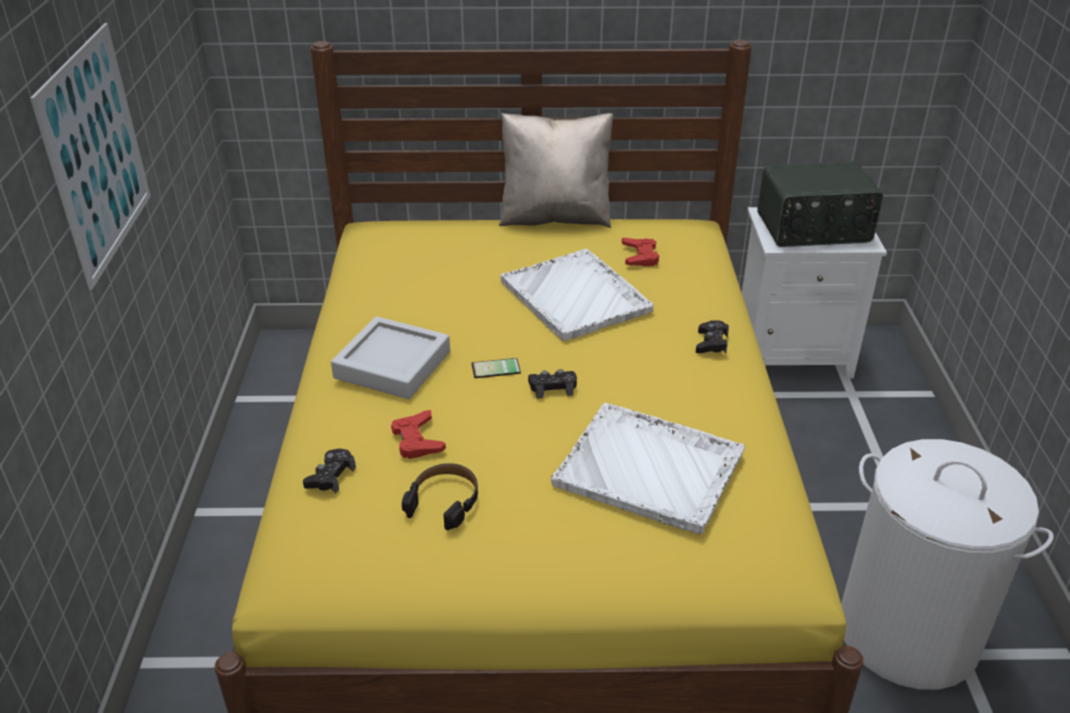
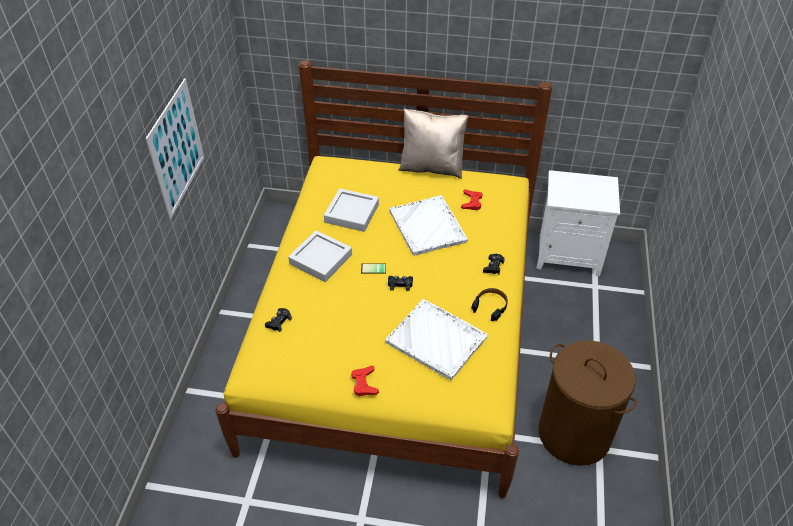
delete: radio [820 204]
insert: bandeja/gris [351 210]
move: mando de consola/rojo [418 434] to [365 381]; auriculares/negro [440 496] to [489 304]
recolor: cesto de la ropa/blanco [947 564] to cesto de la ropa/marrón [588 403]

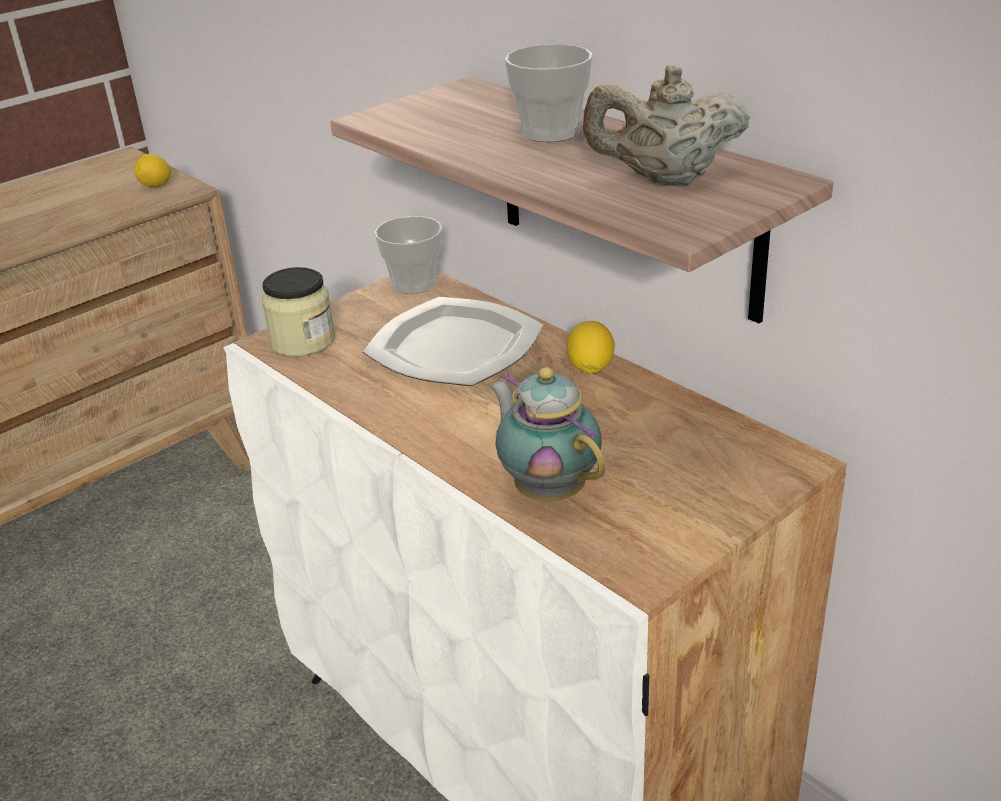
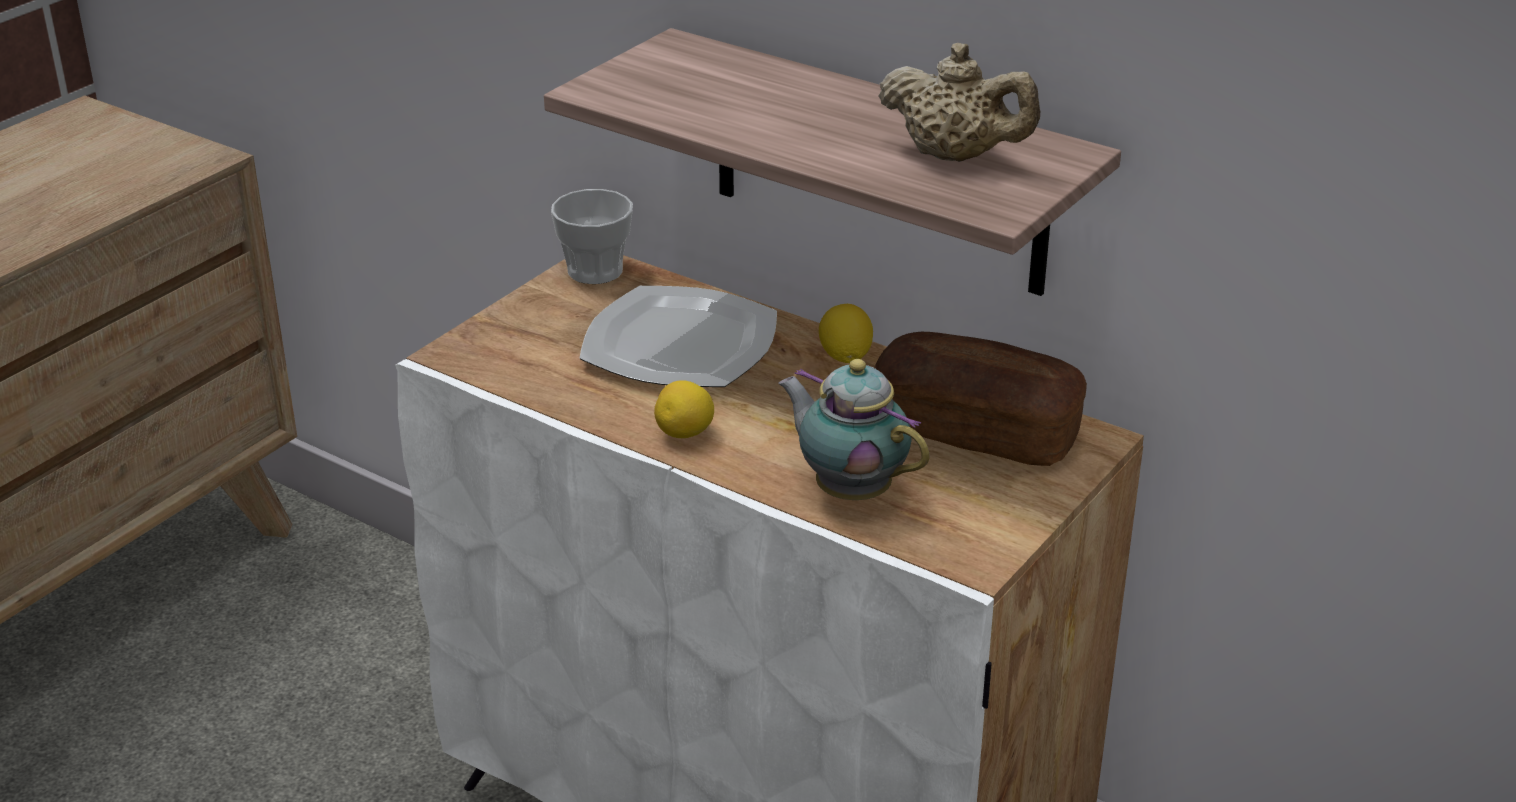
delete: tarro [298 312]; taza [549 93]
insert: pan [980 399]
move: limón [152 170] to [684 409]
rotate: tetera/beis [666 125] = [959 102] 135 degrees counterclockwise

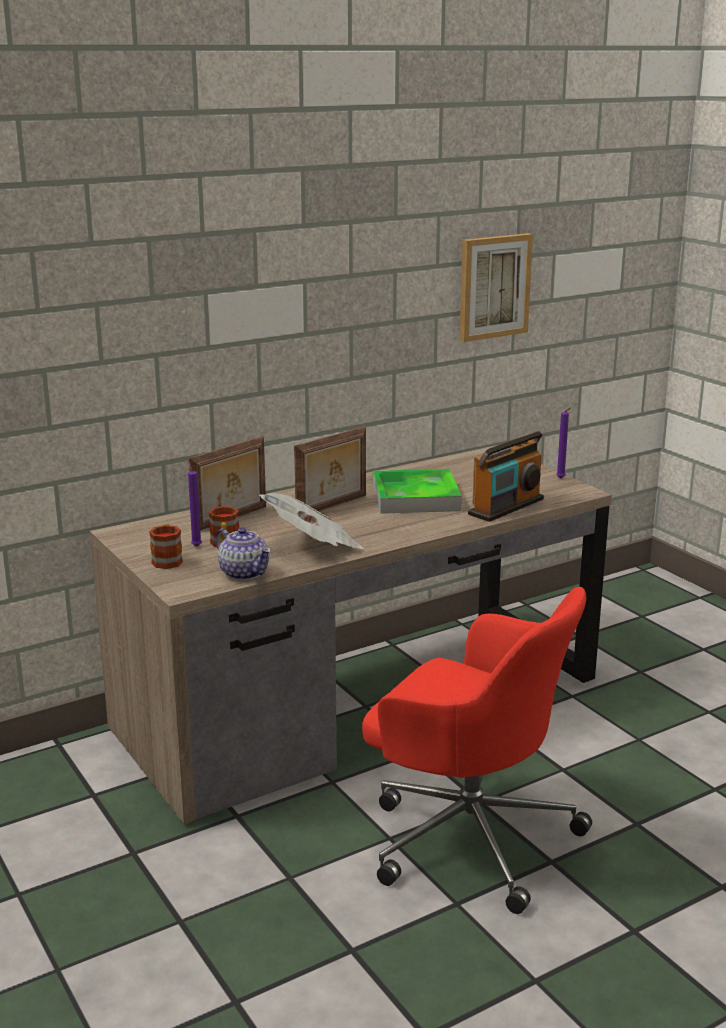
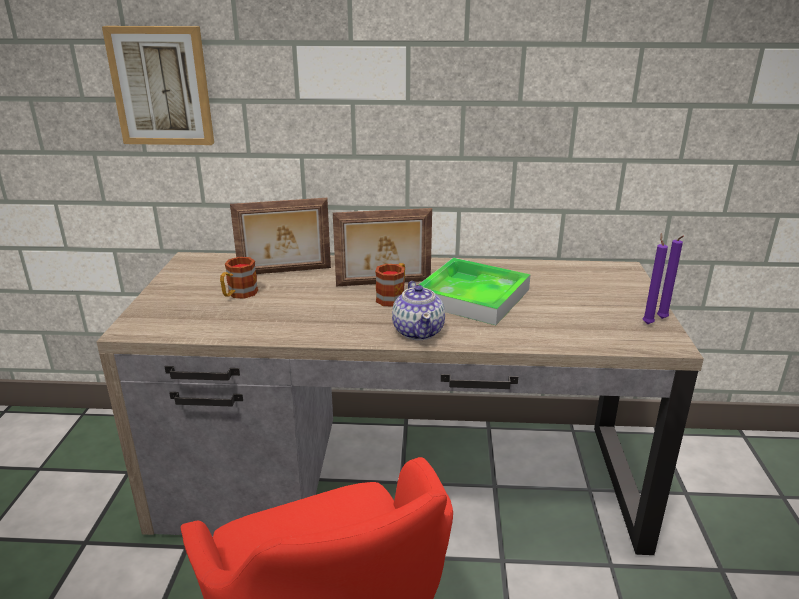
delete: periódico [311 521]; radio [506 476]
move: taza grande [166 546] to [390 285]; vela/morado [195 504] to [655 278]; tetera [243 554] to [418 310]; cuadro [496 287] to [158 85]

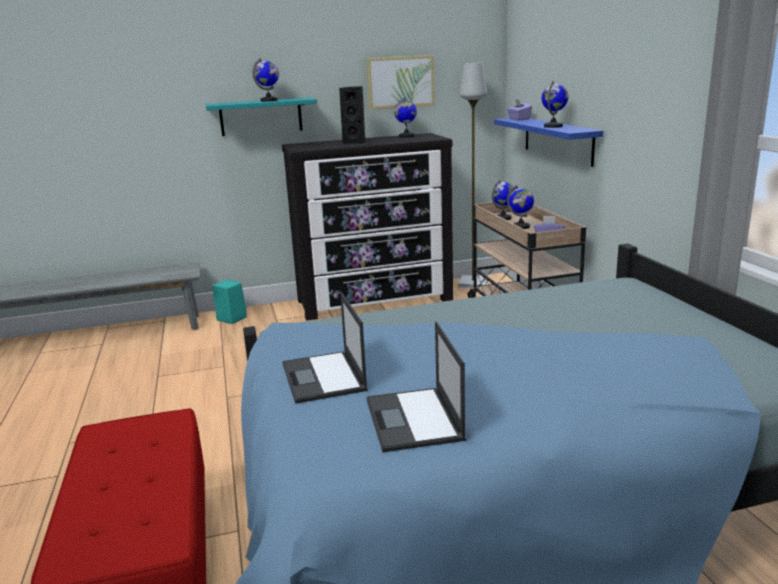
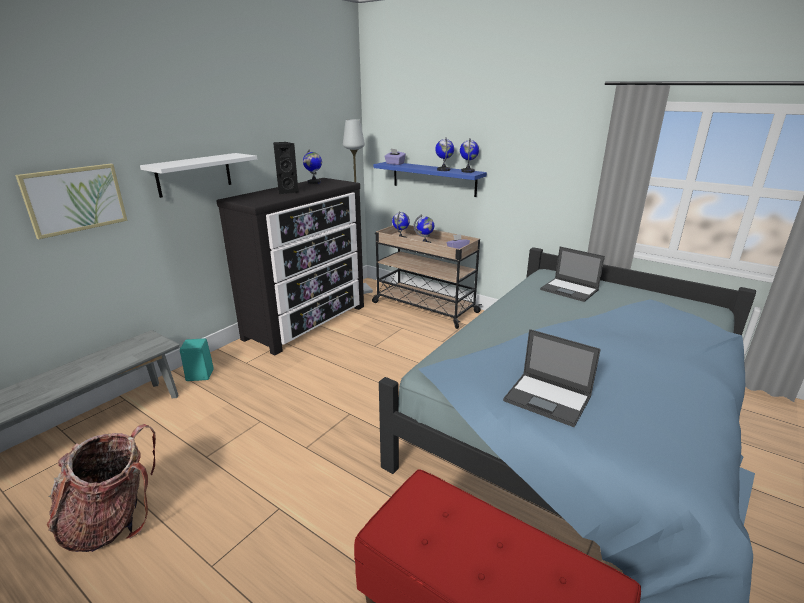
insert: mochila [101 488]
move: globo terráqueo [265 80] to [469 155]; portátil [416 386] to [572 274]; cuadro [400 82] to [71 201]
recolor: estante/turquesa [261 117] to estante/blanco [198 175]

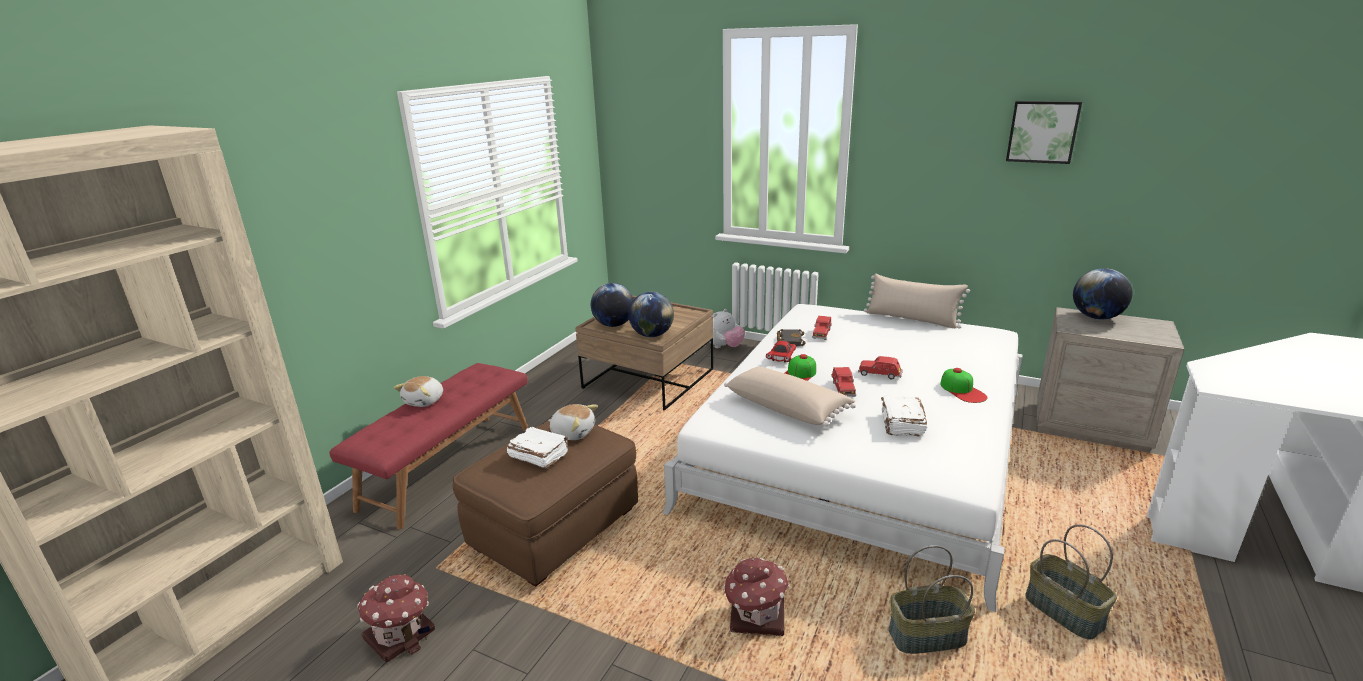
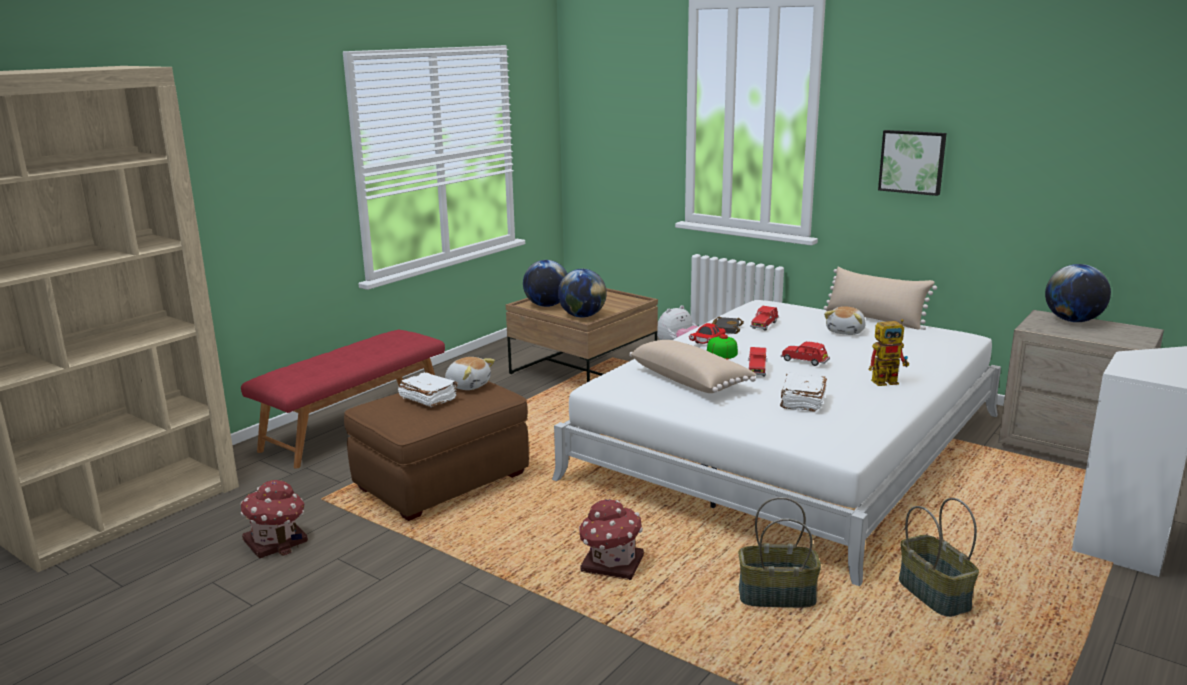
move: peluche [418 391] to [845 320]; cuadro [1044 132] to [912 163]
replace: gorra [963 385] to robot de juguete [889 352]

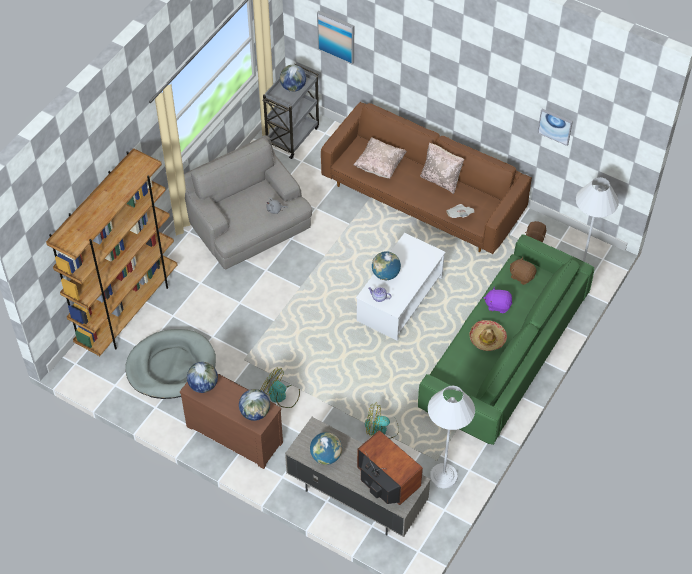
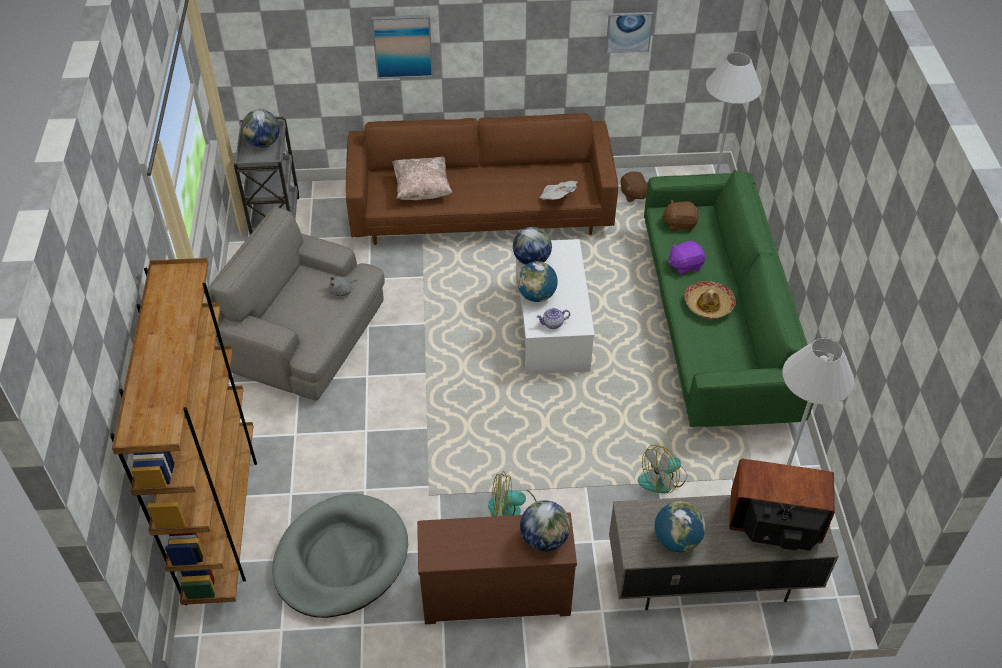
delete: cojín/beis [442 168]
move: globo terráqueo [202 377] to [532 246]; cuadro [335 38] to [402 47]

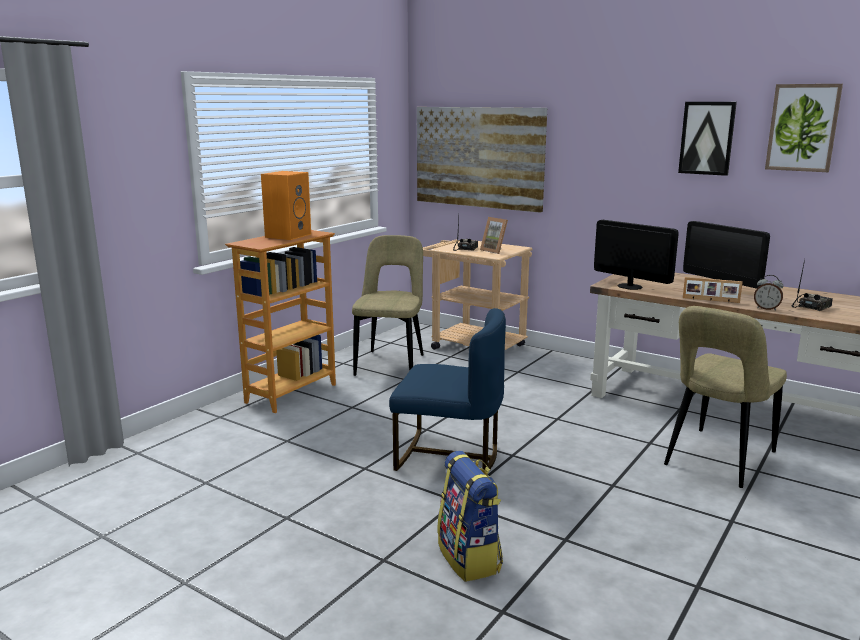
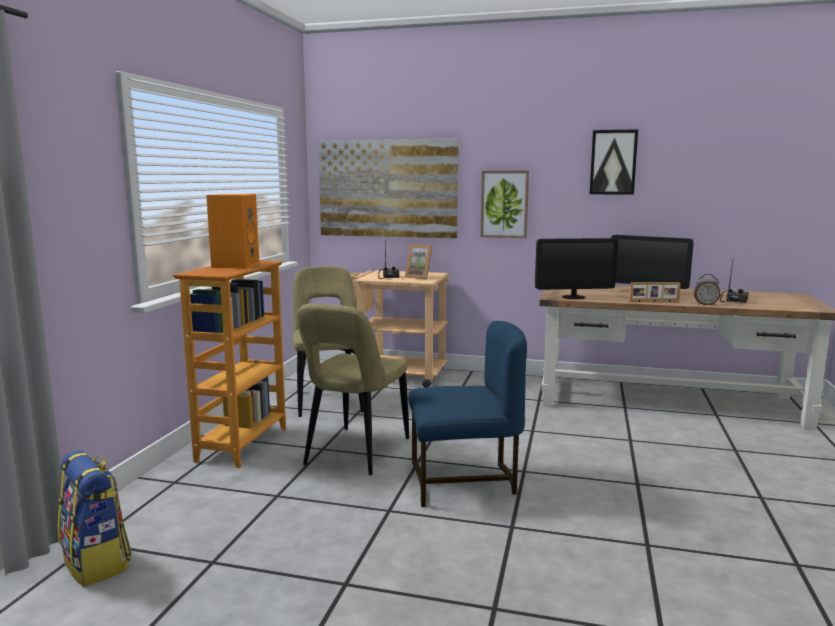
move: mochila [470 516] to [95 519]; silla/beis [725 397] to [352 389]; cuadro [804 128] to [505 204]
rotate: monitor [636 255] = [576 268] 150 degrees clockwise

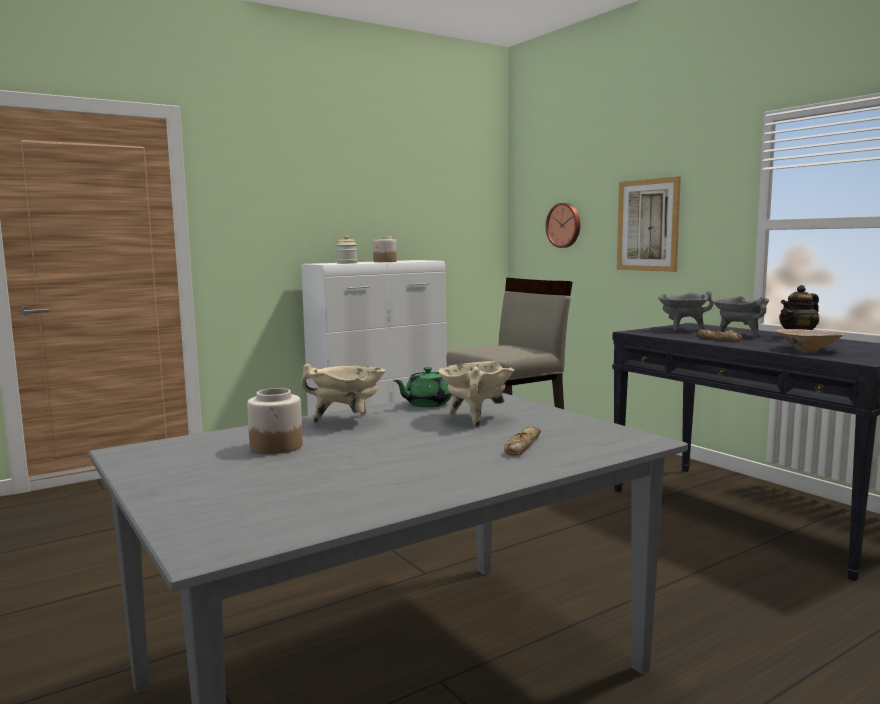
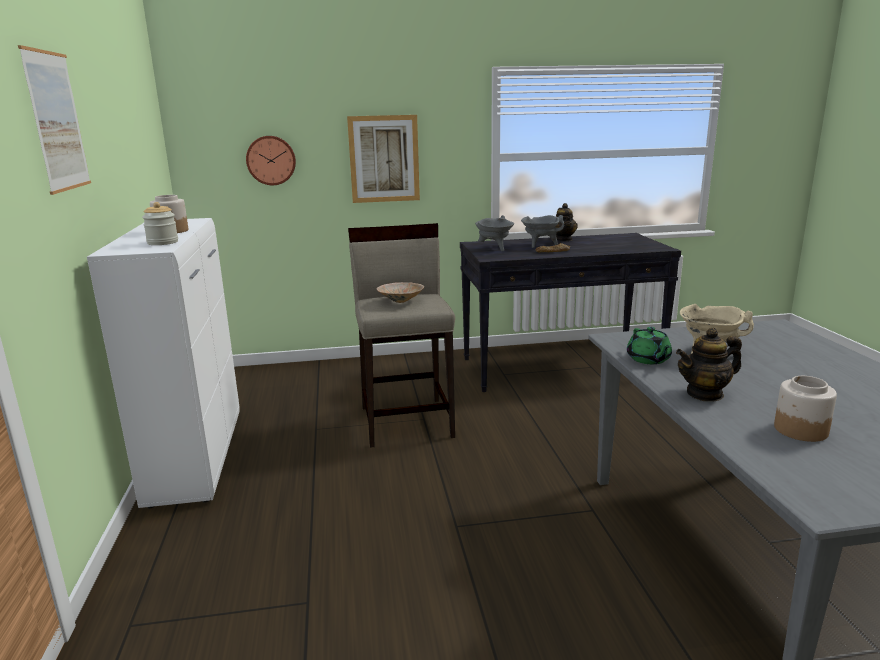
delete: pan [522 441]
insert: cuadro [54 120]
move: cuenco/beis [809 340] to [400 292]
replace: olla/beis [343 393] to tetera [709 364]

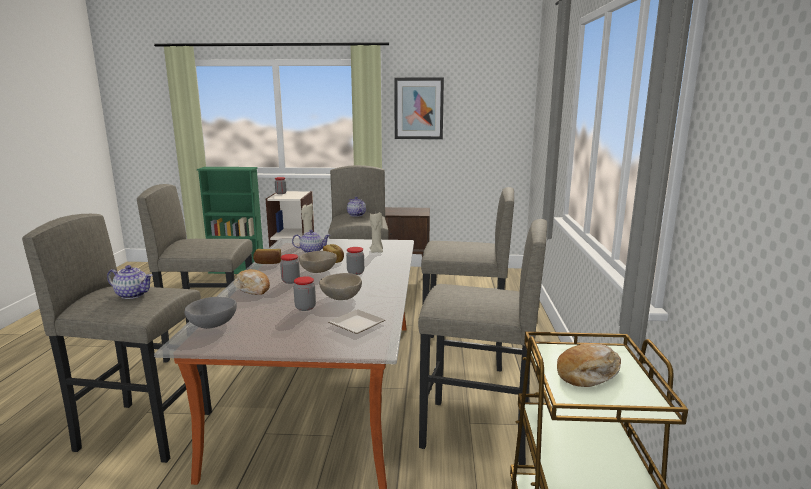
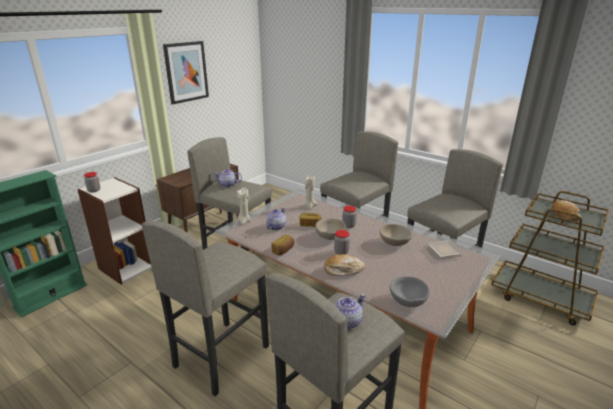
delete: tarro [304 293]

